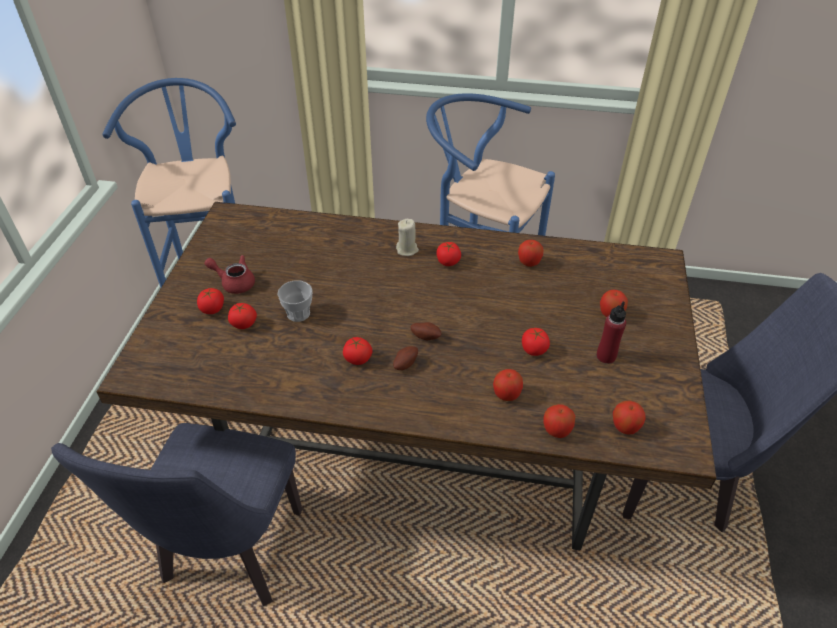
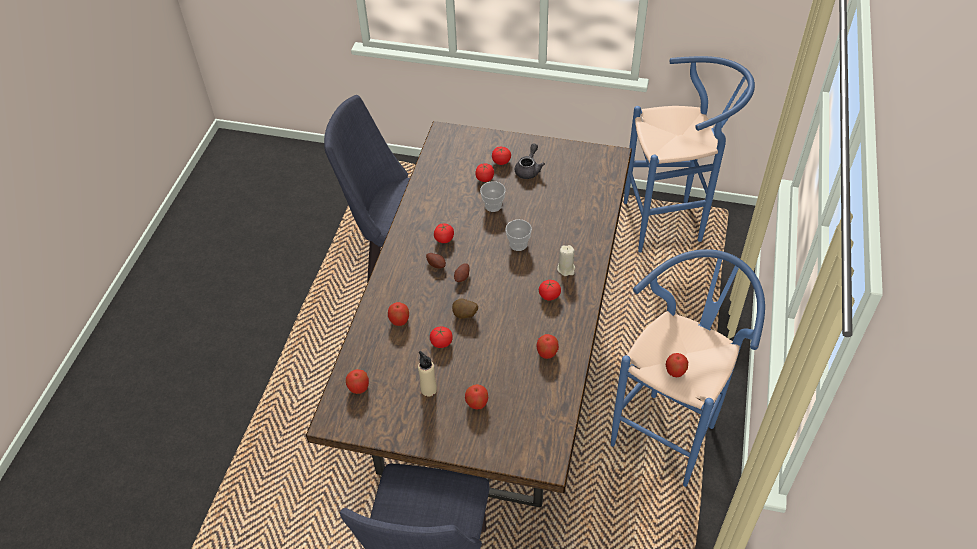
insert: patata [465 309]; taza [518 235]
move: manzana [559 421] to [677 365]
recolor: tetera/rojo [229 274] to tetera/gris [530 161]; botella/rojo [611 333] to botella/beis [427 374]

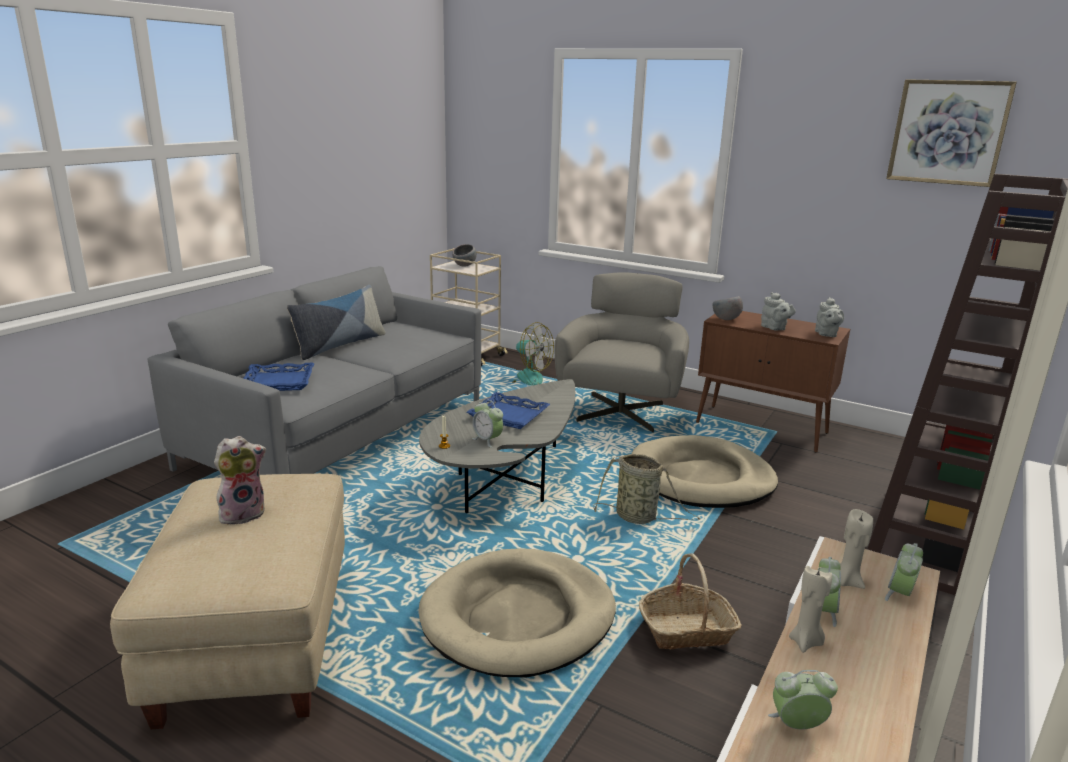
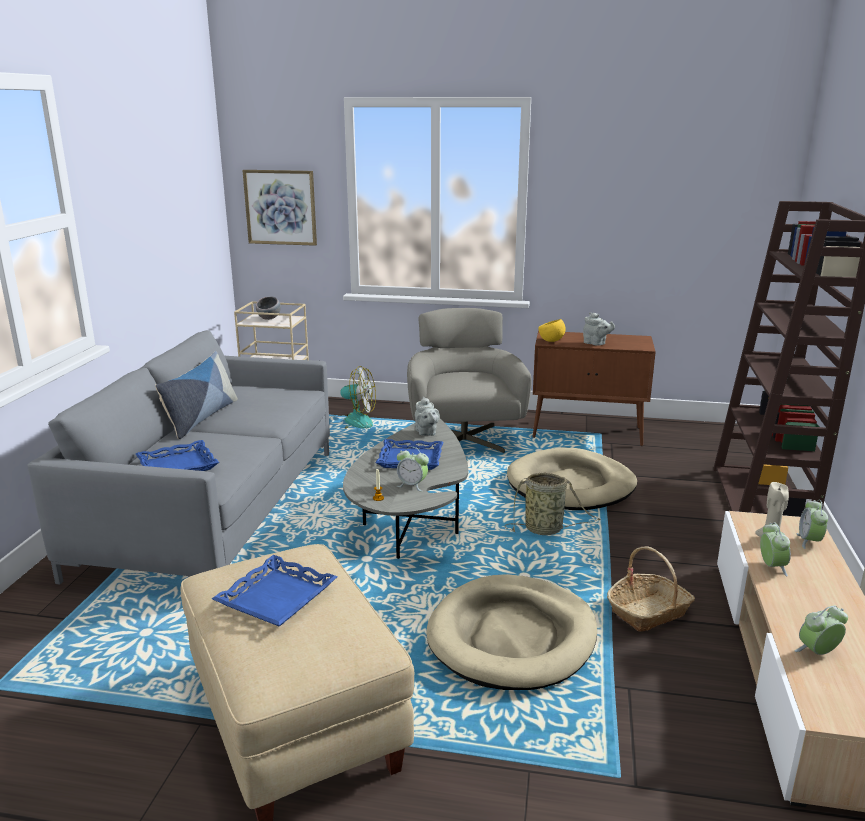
delete: vela/beis [810 609]
move: tetera/gris [829 317] to [427 416]; cuadro [951 133] to [279 208]
replace: peluche [240 480] to bandeja/azul [275 591]
recolor: cuenco/gris [728 308] to cuenco/amarillo [552 330]

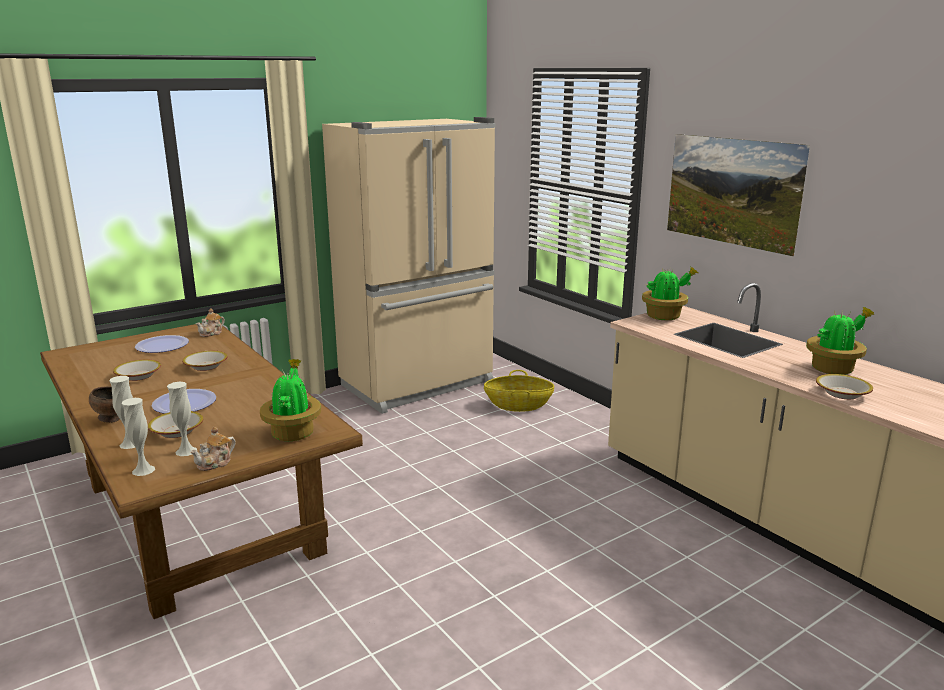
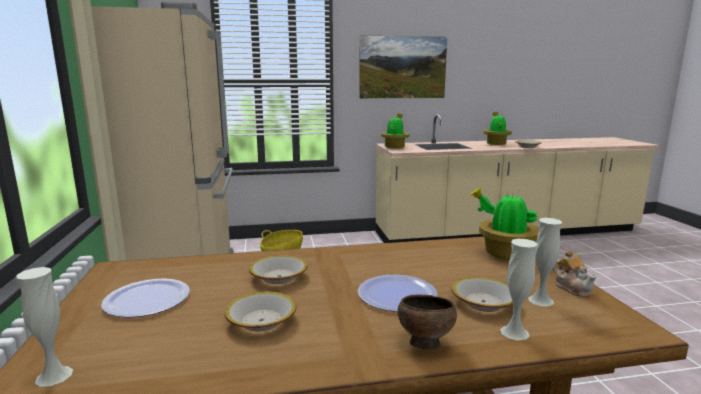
delete: tetera [210 322]
move: florero/blanco [138 437] to [44 327]

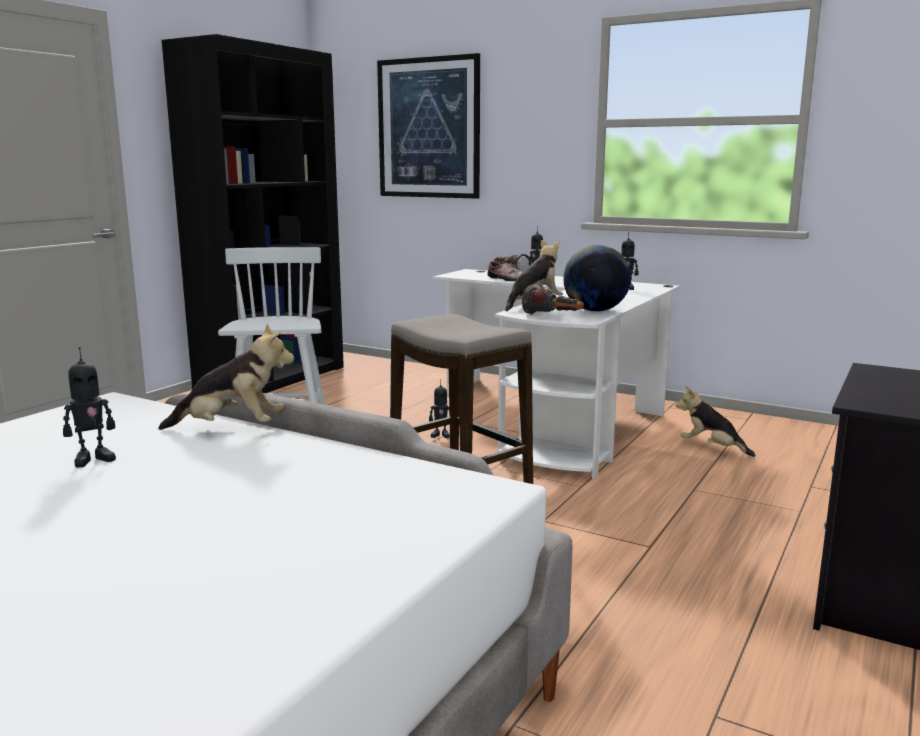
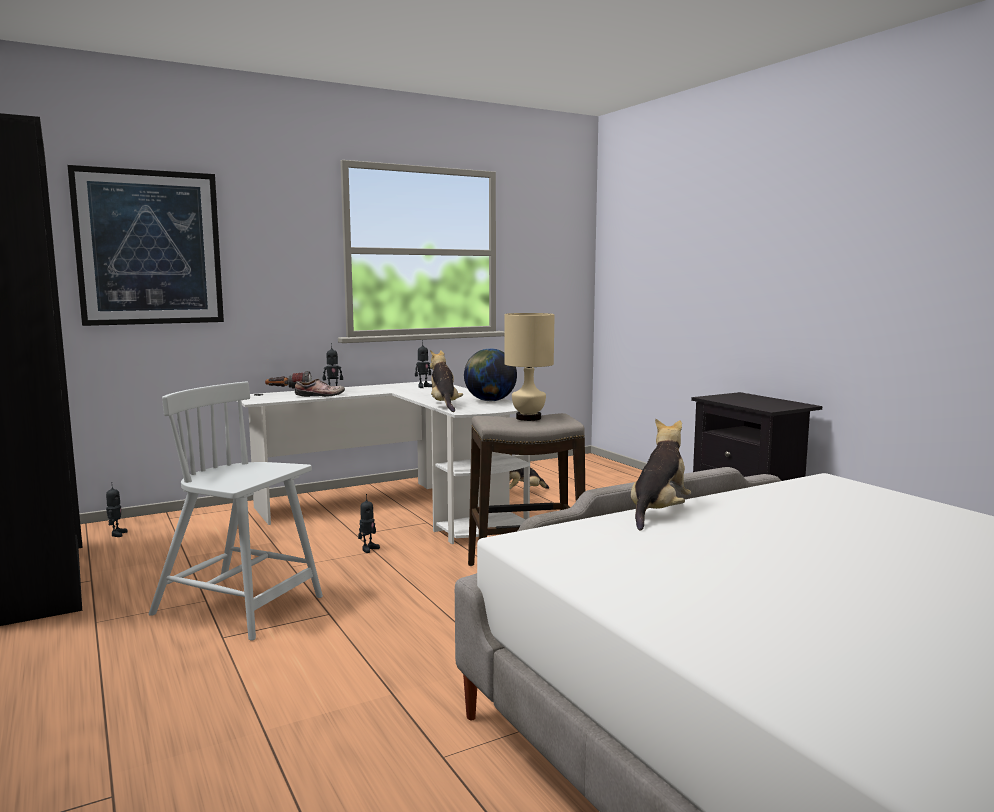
delete: linterna [553 300]
insert: lámpara de mesa/beis [529 367]
move: robot de juguete [89 407] to [117 509]

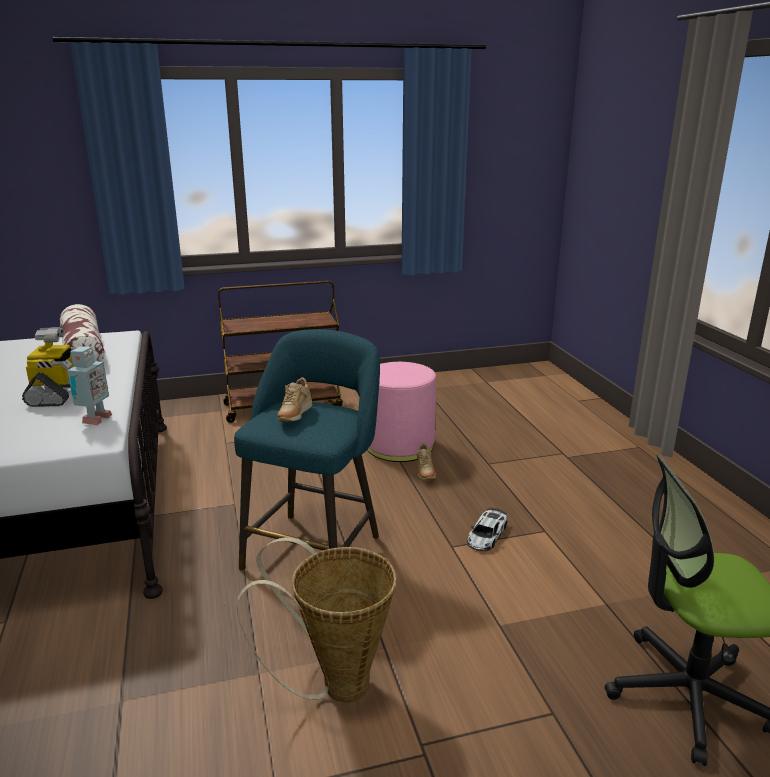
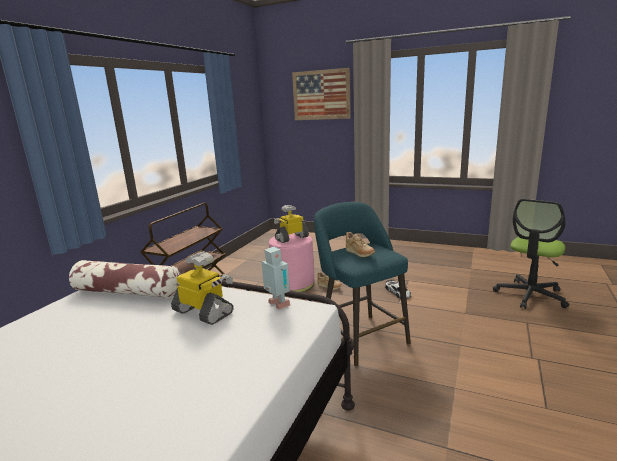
delete: cesta [316 619]
insert: robot de juguete [291 224]; cuadro [321 94]

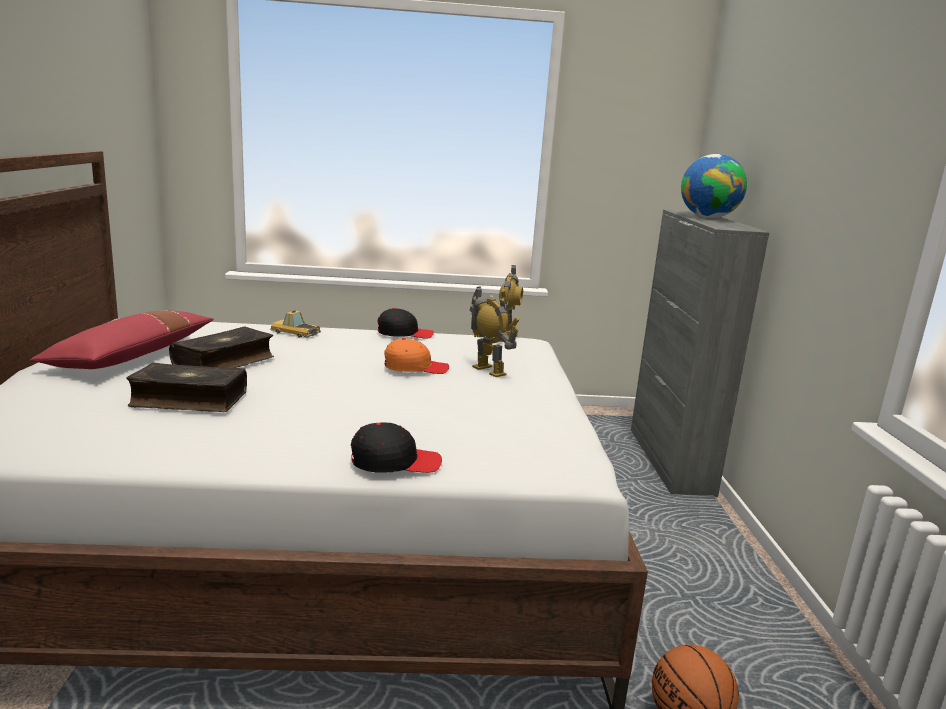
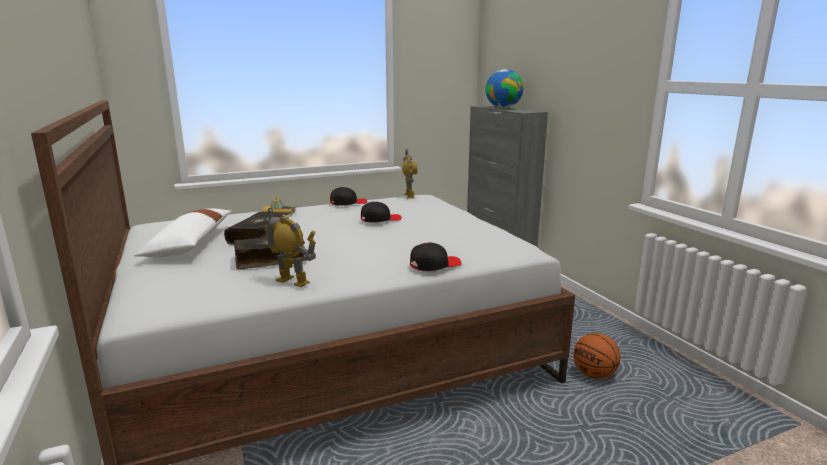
move: robot de juguete [494 331] to [290 247]
recolor: cojín/rojo [122 340] to cojín/blanco [183 232]; gorra/naranja [416 356] to gorra/negro [381 212]

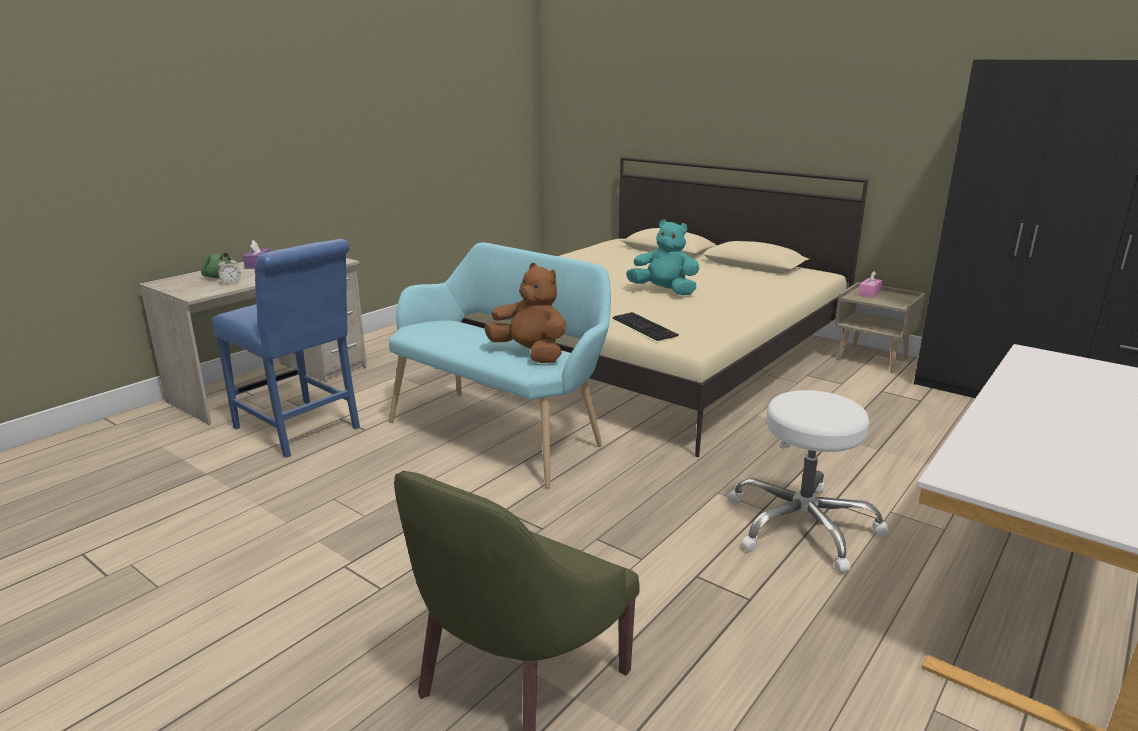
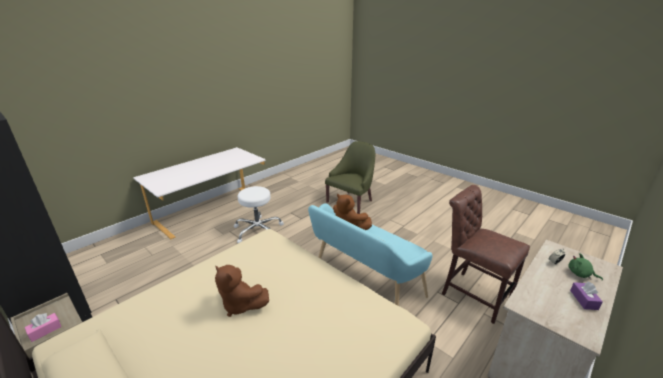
delete: teclado [645 326]
recolor: silla/azul [286 348] to silla/marrón [486 254]; peluche/turquesa [662 257] to peluche/marrón [242 291]

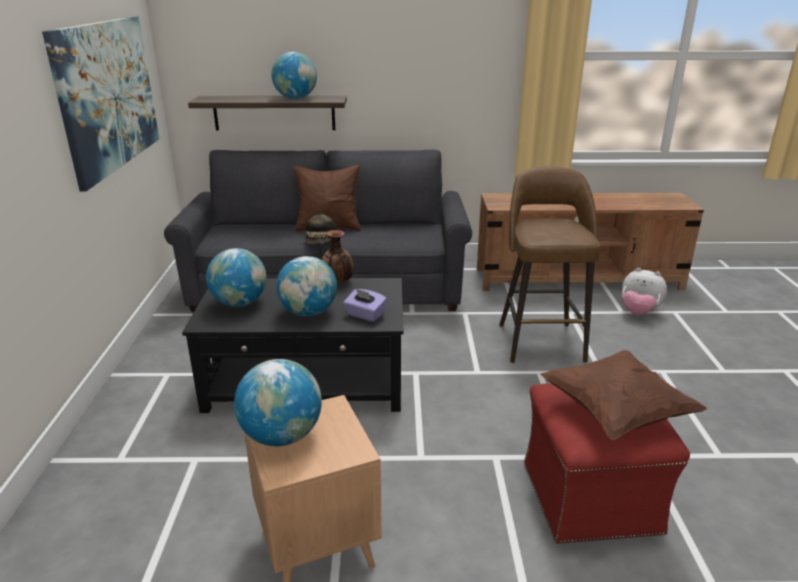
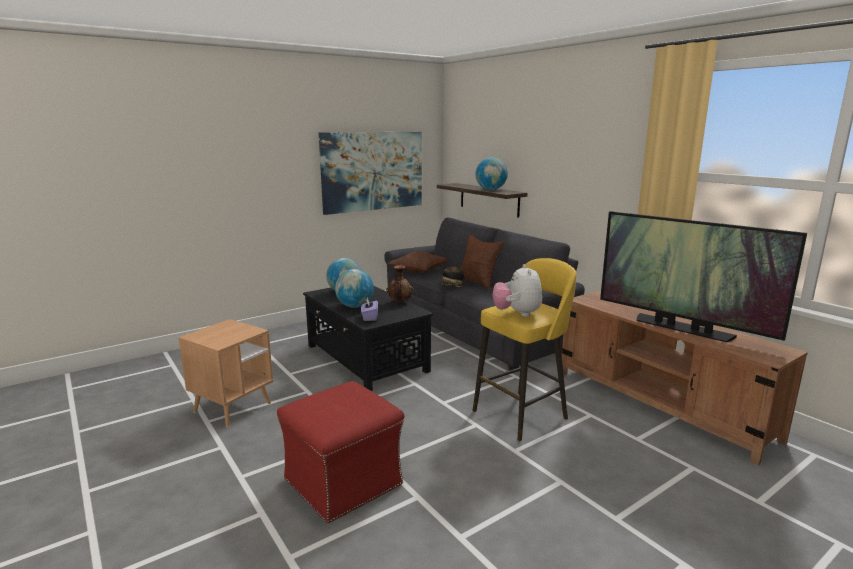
delete: globo terráqueo [278 402]
insert: televisor [703 276]
move: cojín/marrón [623 395] to [417 262]; peluche [644 291] to [517 290]
recolor: taburete/marrón [549 264] to taburete/amarillo [524 349]

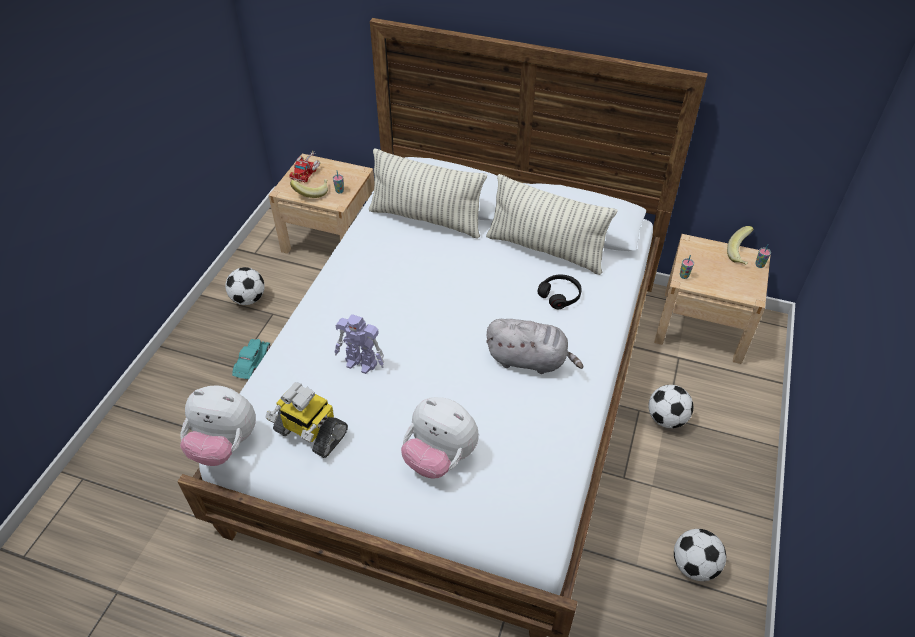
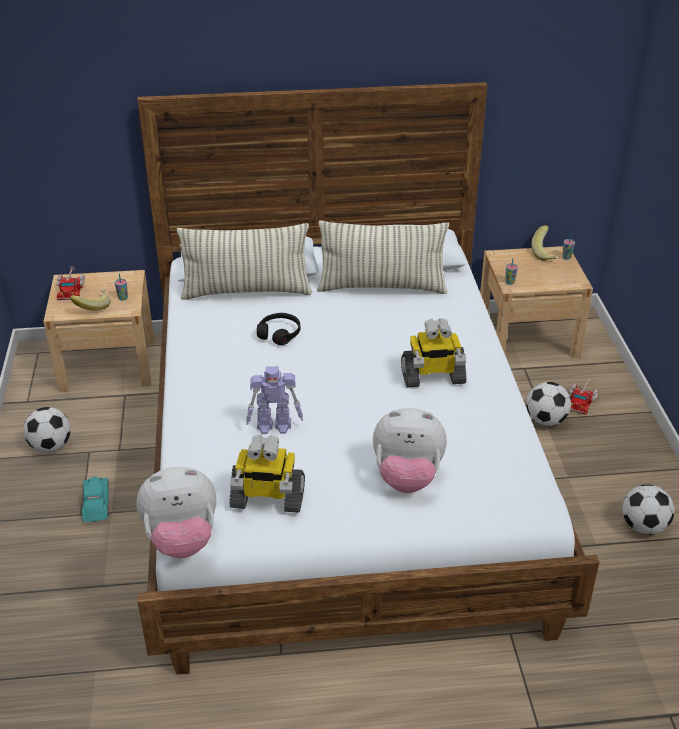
insert: camión de juguete [584 396]
move: auriculares/negro [559 292] to [278 329]
replace: peluche/gris [534 346] to robot de juguete [434 352]

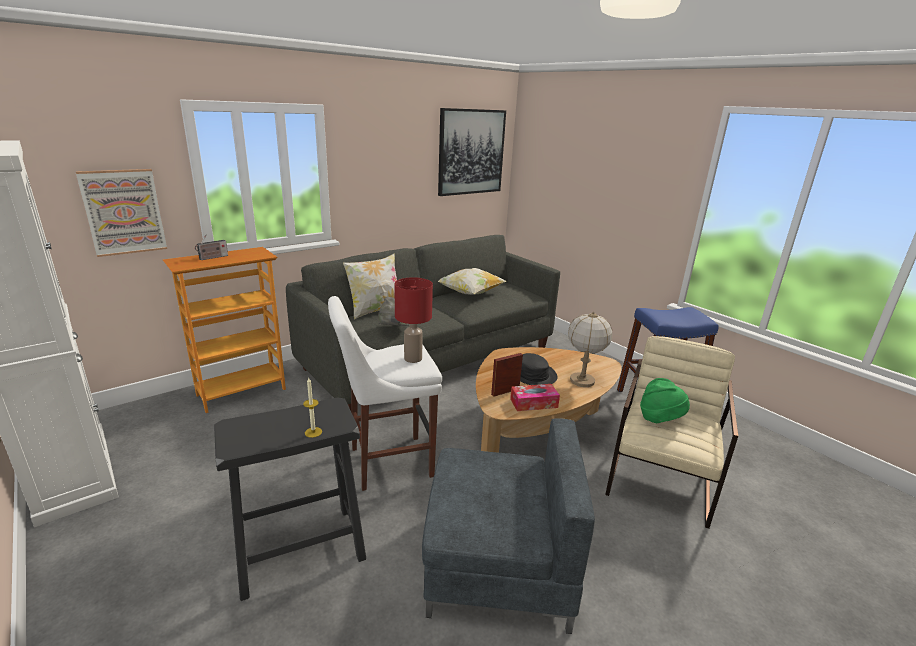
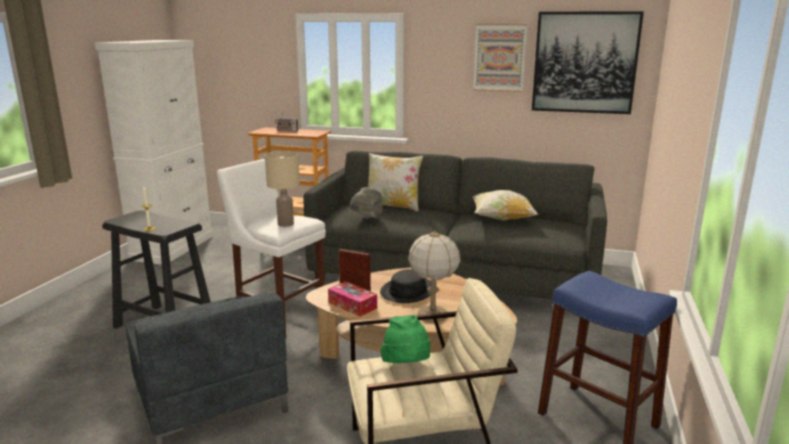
move: cuadro [121 213] to [500 58]
recolor: lámpara de mesa/rojo [413 320] to lámpara de mesa/beis [282 189]

